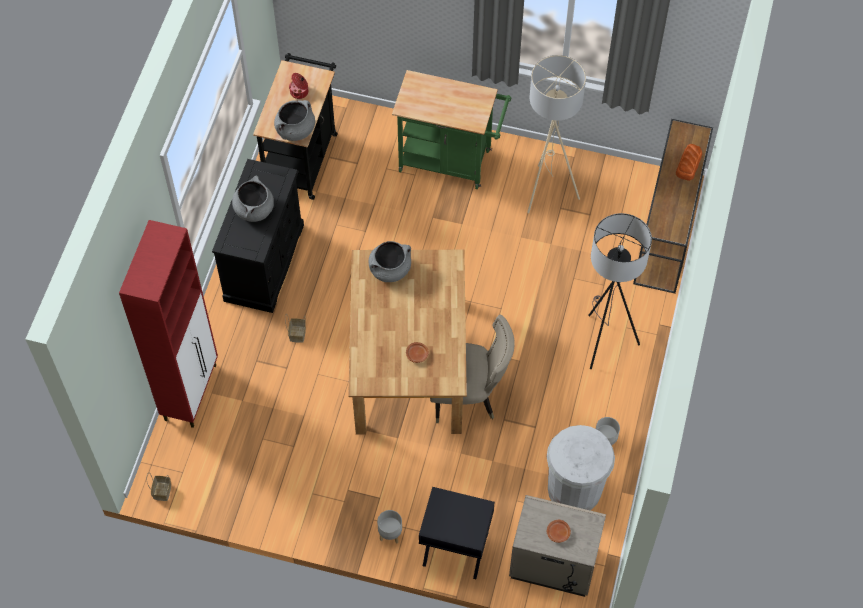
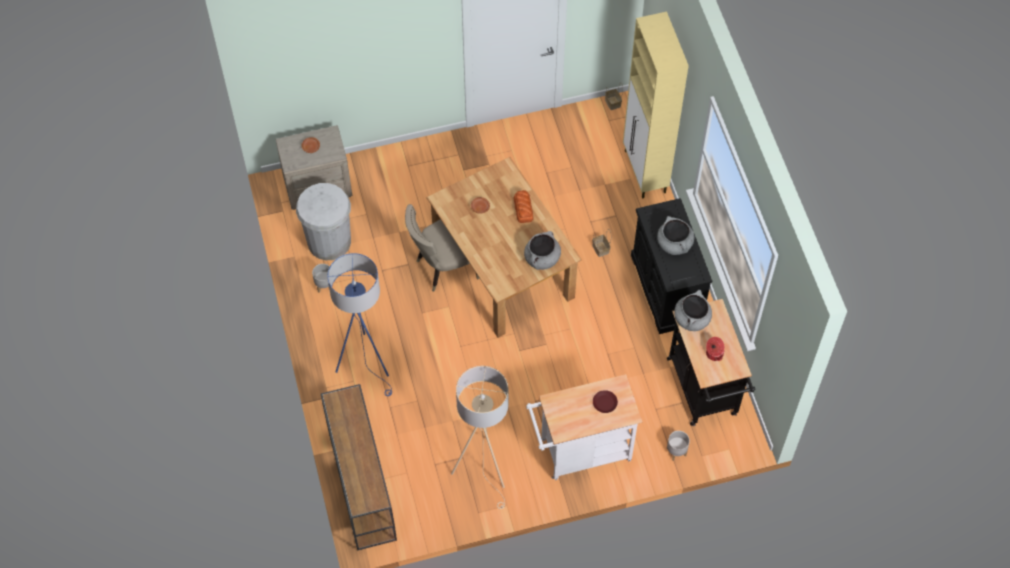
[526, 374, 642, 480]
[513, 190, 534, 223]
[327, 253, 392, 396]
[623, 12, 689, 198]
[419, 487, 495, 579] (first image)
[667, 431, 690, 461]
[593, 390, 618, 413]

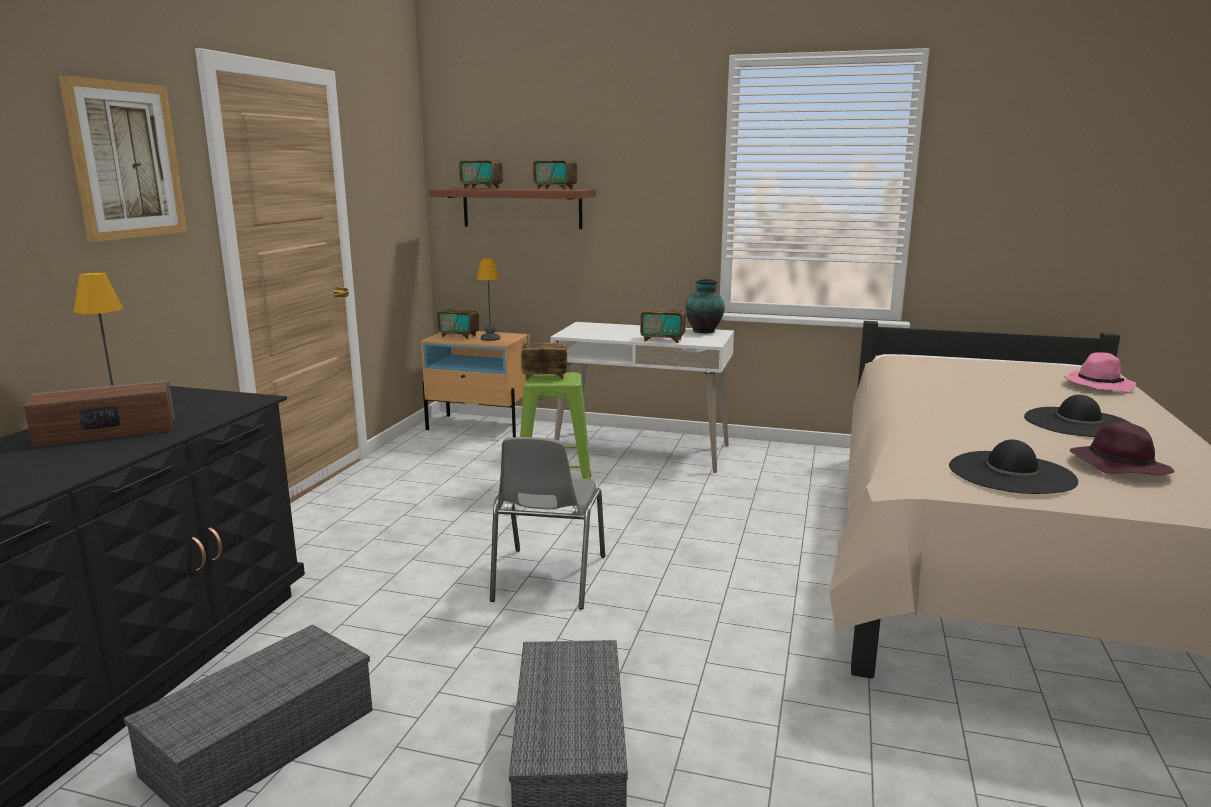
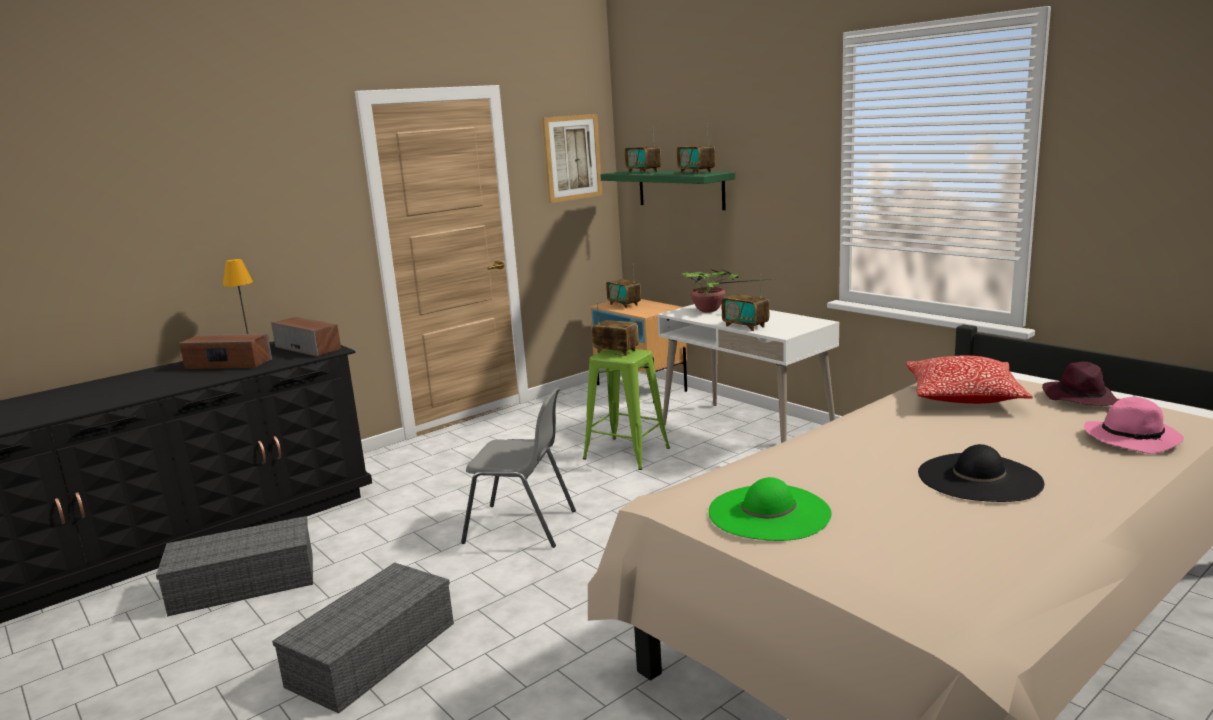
[542, 114, 603, 203]
[600, 170, 735, 210]
[477, 258, 501, 341] (first image)
[686, 279, 725, 333] (first image)
[1042, 362, 1119, 405]
[461, 388, 576, 548]
[709, 477, 832, 541]
[678, 269, 771, 313]
[271, 317, 341, 357]
[906, 355, 1033, 404]

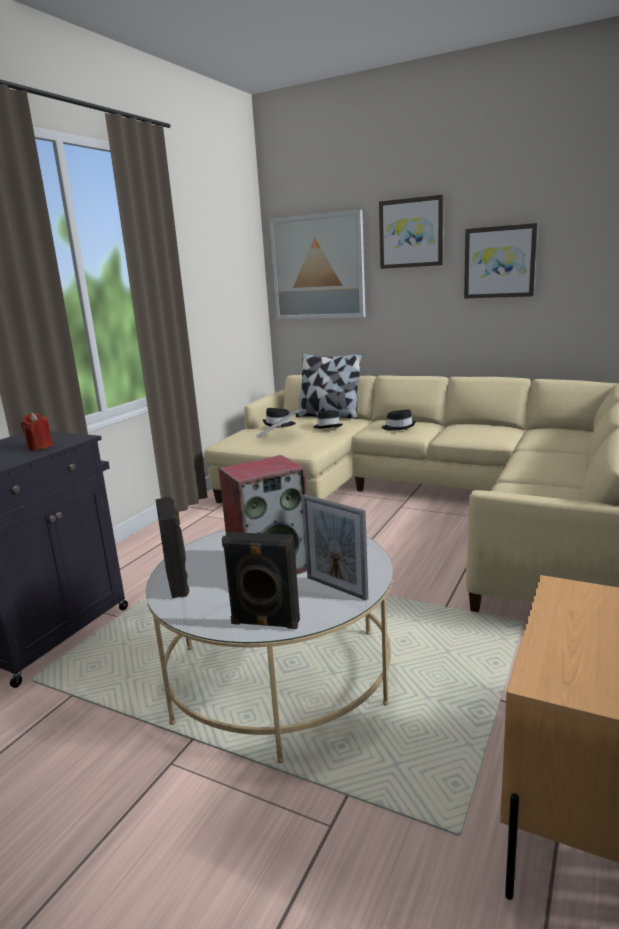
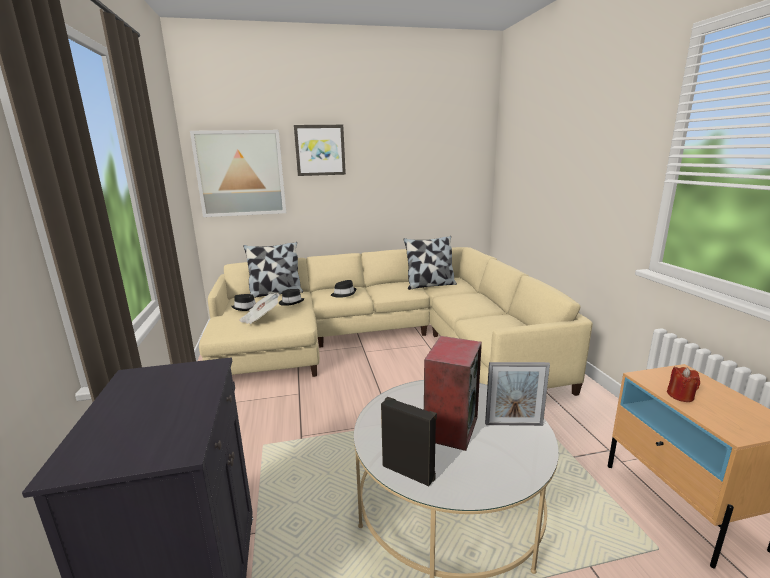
[464, 223, 538, 299] (first image)
[667, 366, 700, 402]
[222, 532, 300, 629] (first image)
[404, 236, 457, 290]

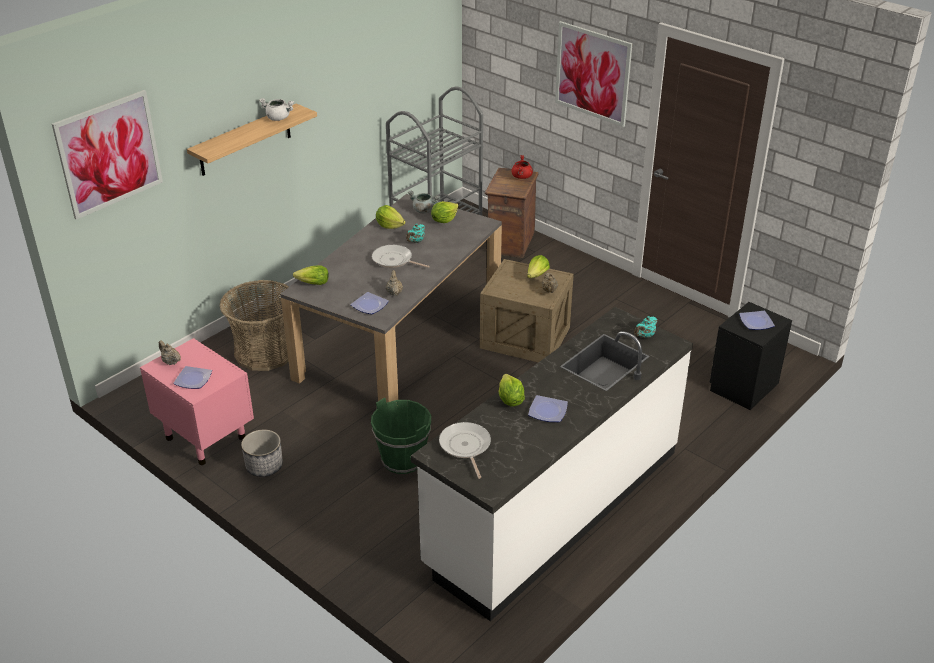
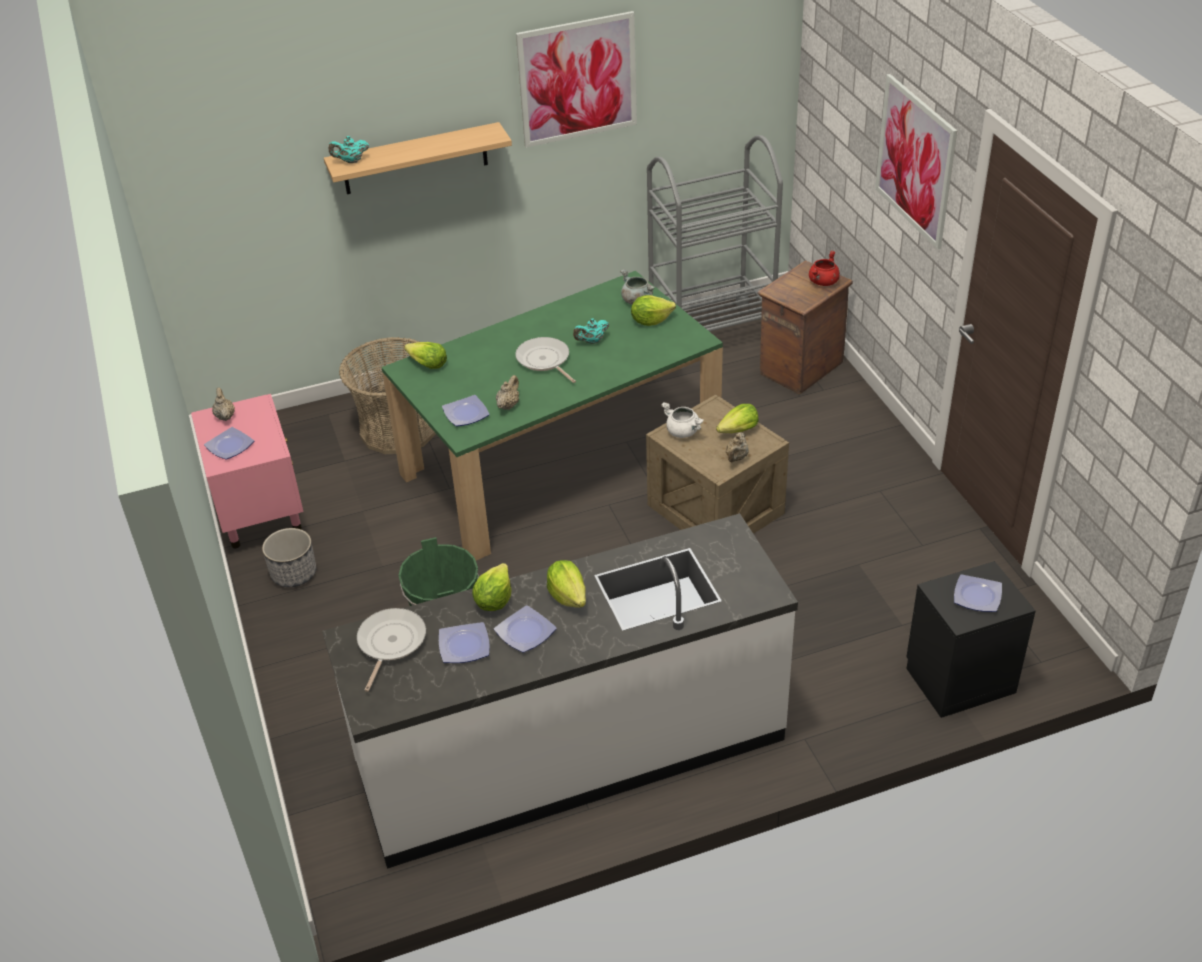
[516, 11, 637, 148]
[661, 402, 704, 438]
[381, 271, 723, 560]
[547, 560, 586, 608]
[329, 136, 369, 163]
[439, 622, 490, 663]

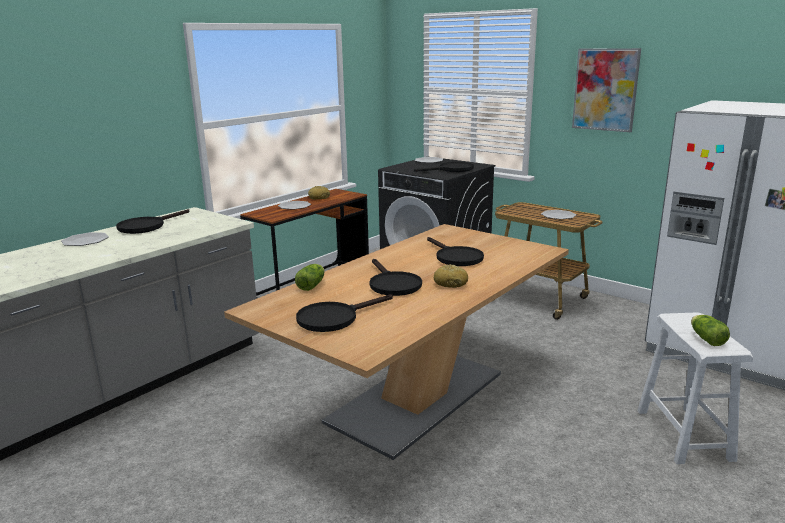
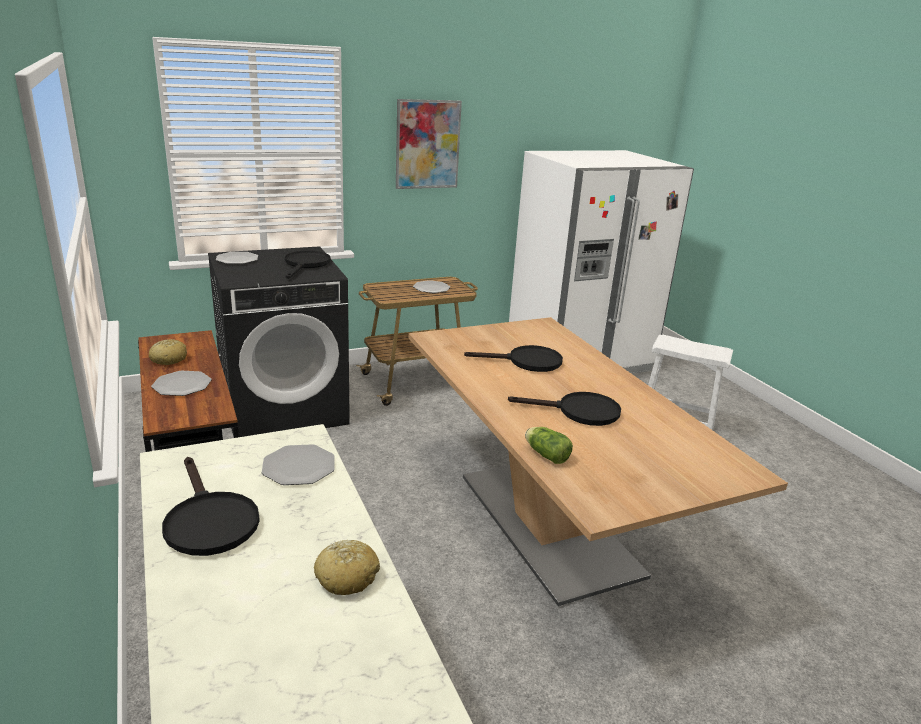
[262, 444, 335, 485]
[314, 540, 380, 595]
[296, 294, 393, 332] (first image)
[691, 315, 730, 346] (first image)

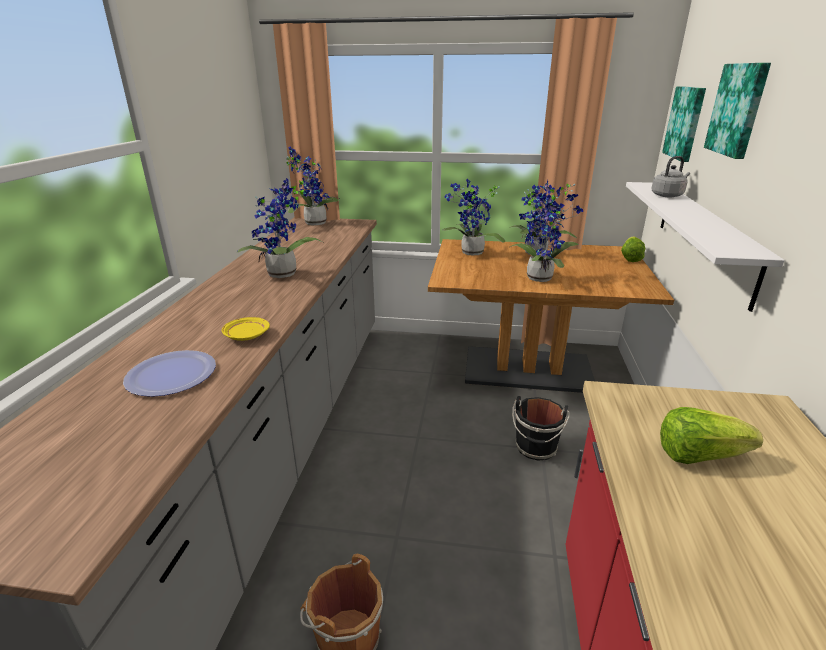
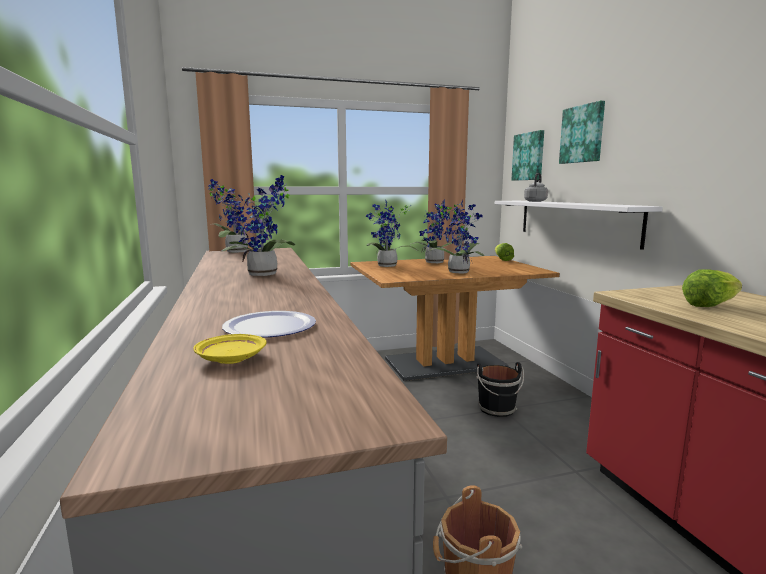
[194, 334, 267, 364]

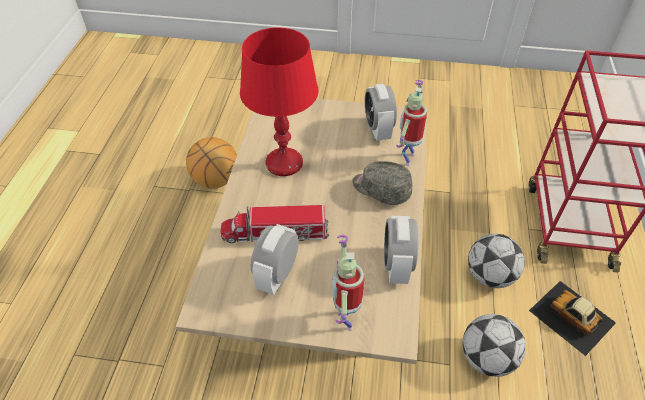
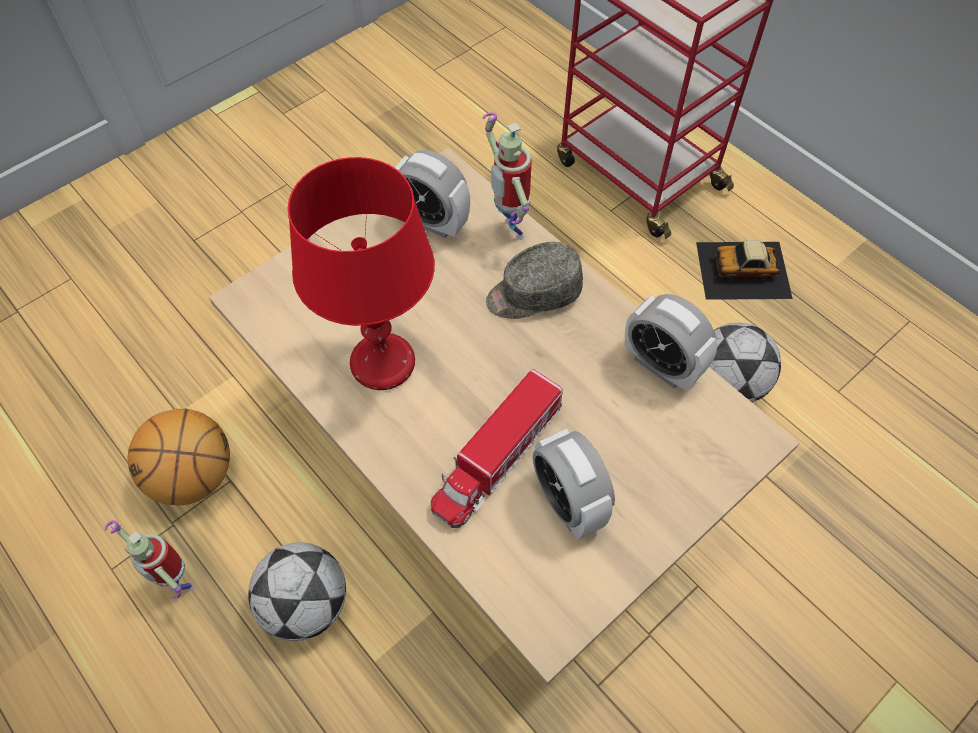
[248, 542, 346, 641]
[104, 520, 195, 599]

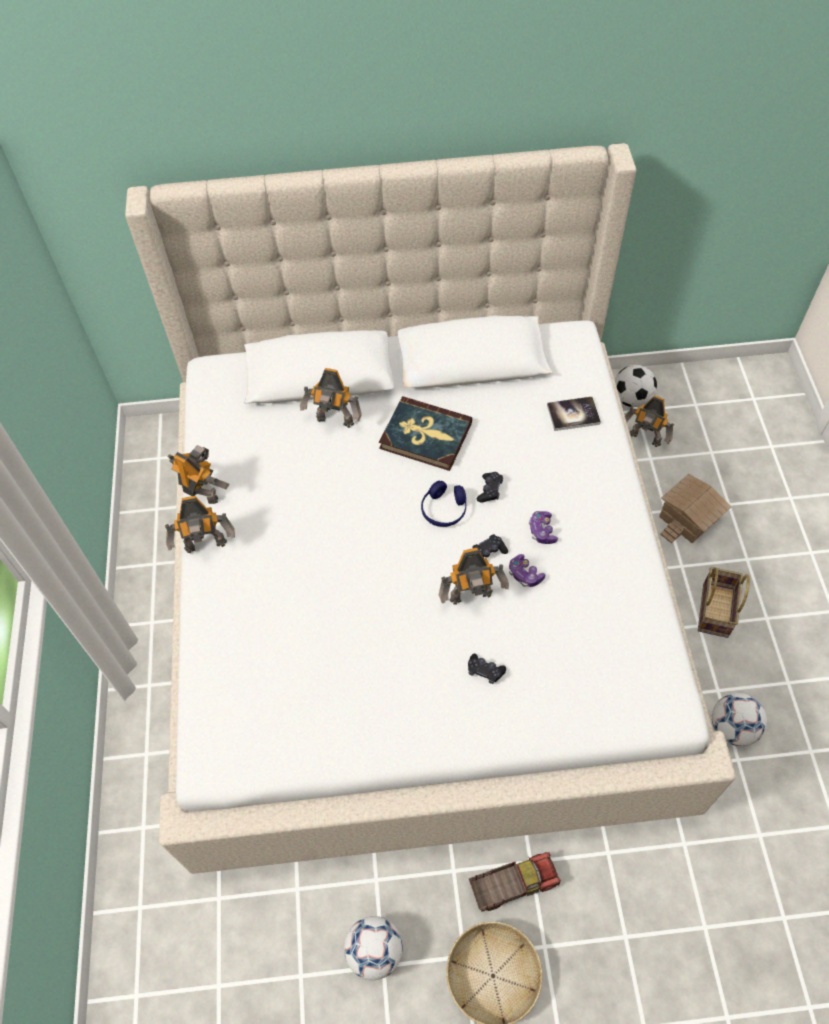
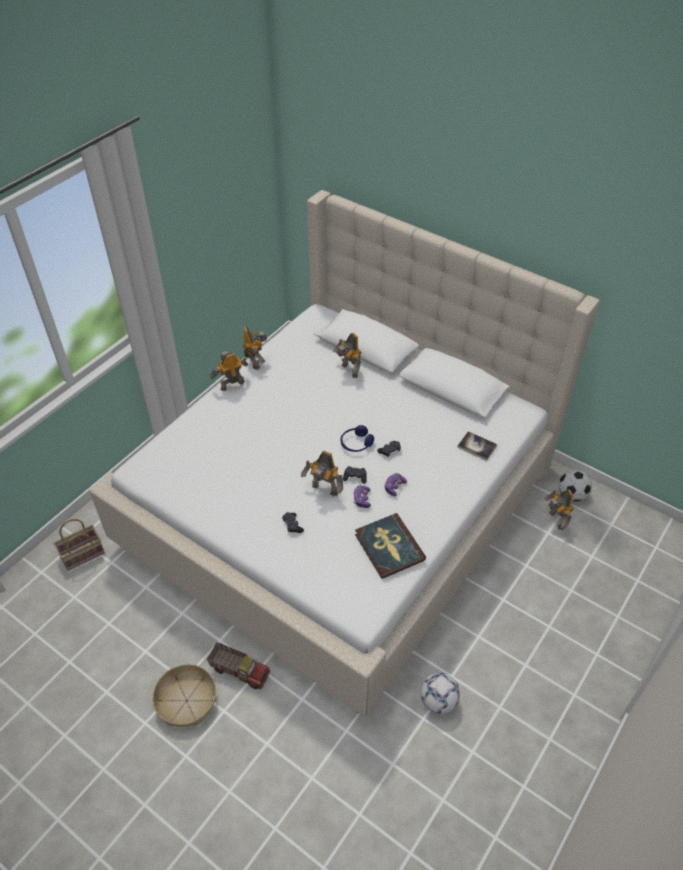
[355, 513, 426, 579]
[659, 474, 731, 543] (first image)
[209, 351, 248, 391]
[53, 519, 105, 571]
[344, 916, 403, 980] (first image)

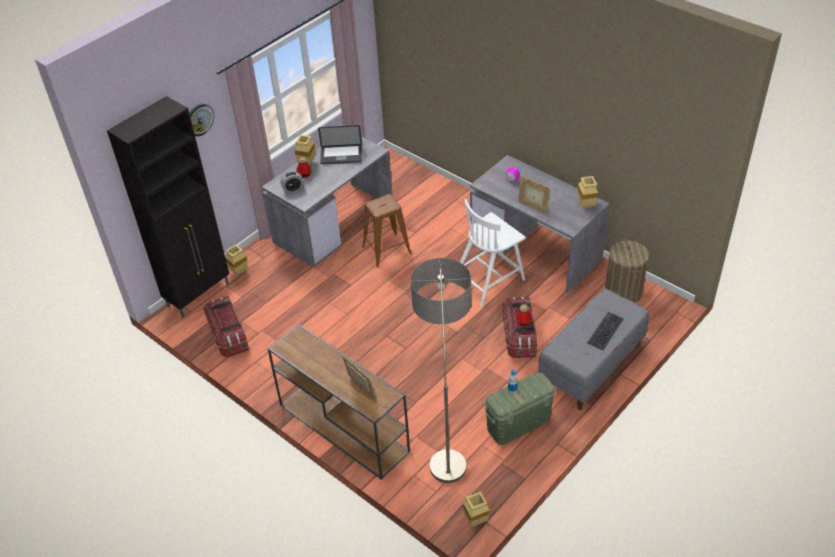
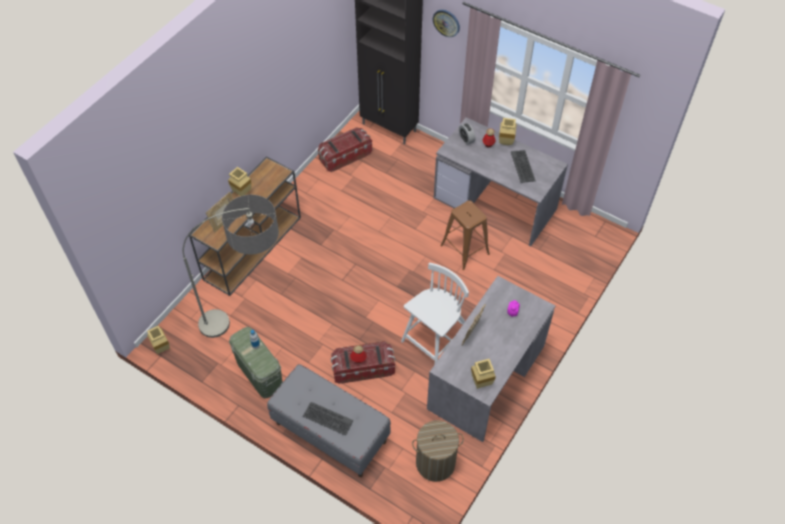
[511, 150, 536, 183]
[401, 263, 469, 363]
[228, 167, 251, 196]

